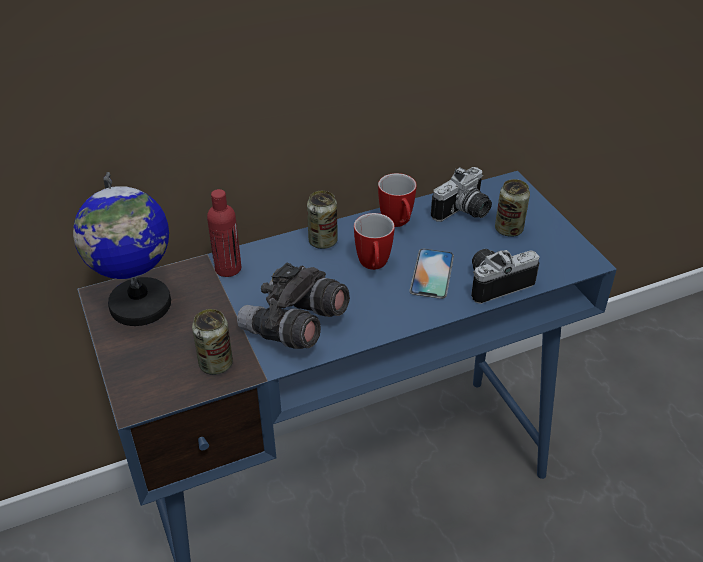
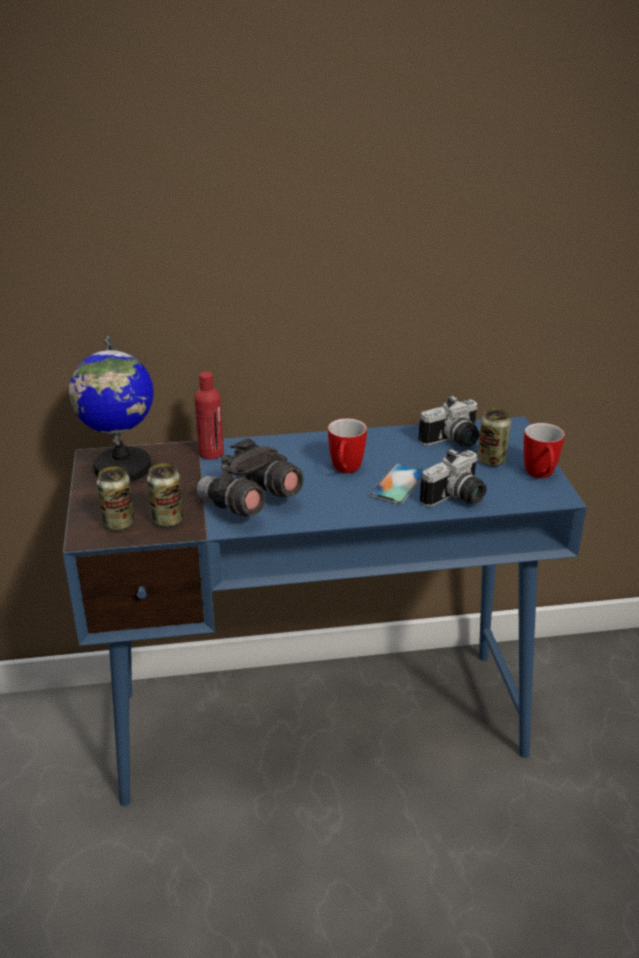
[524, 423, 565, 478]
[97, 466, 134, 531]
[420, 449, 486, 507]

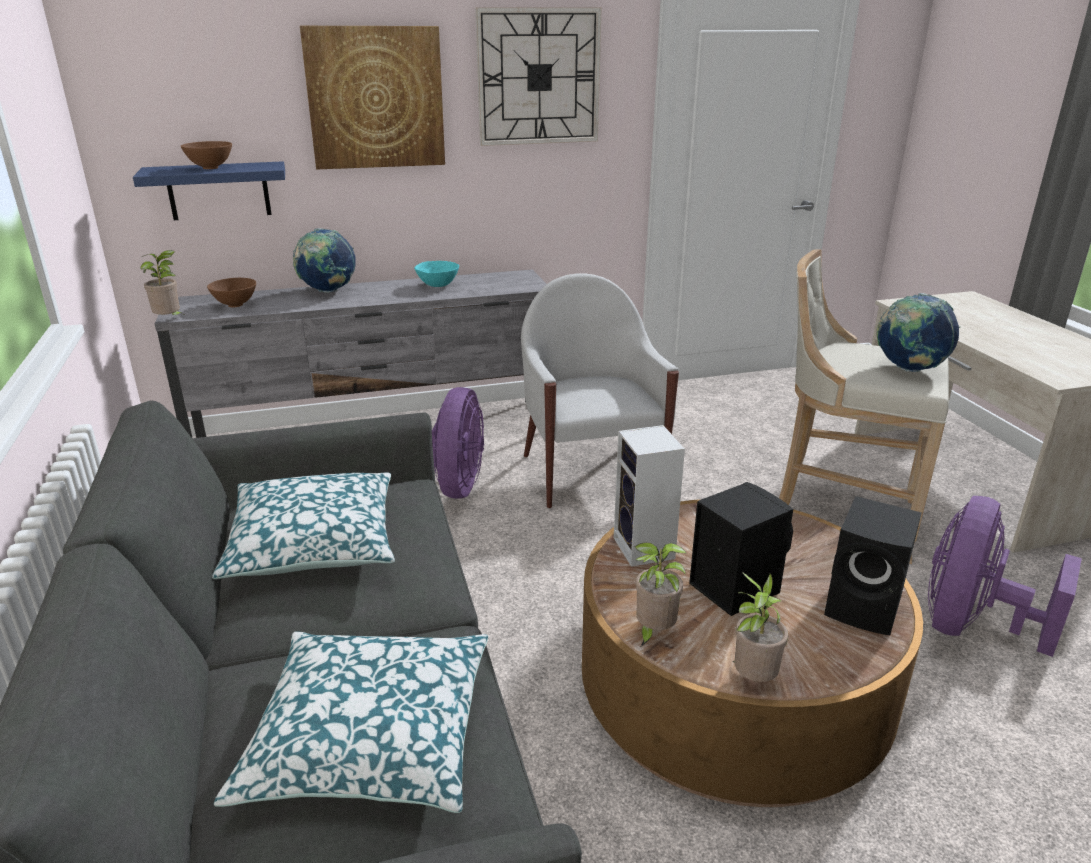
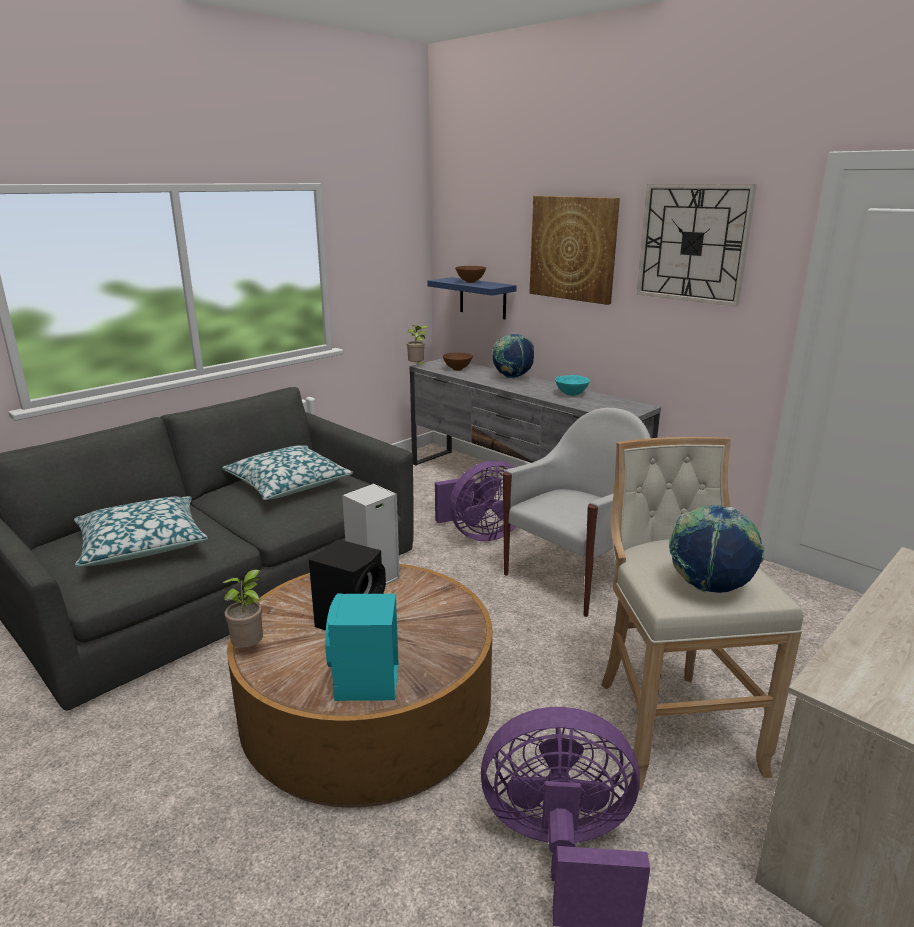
[325, 594, 399, 701]
[634, 542, 687, 647] (first image)

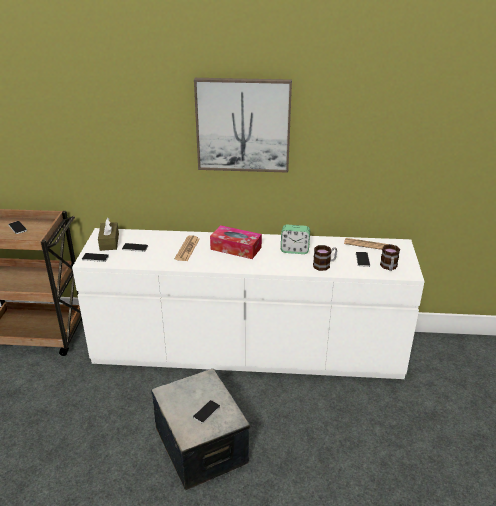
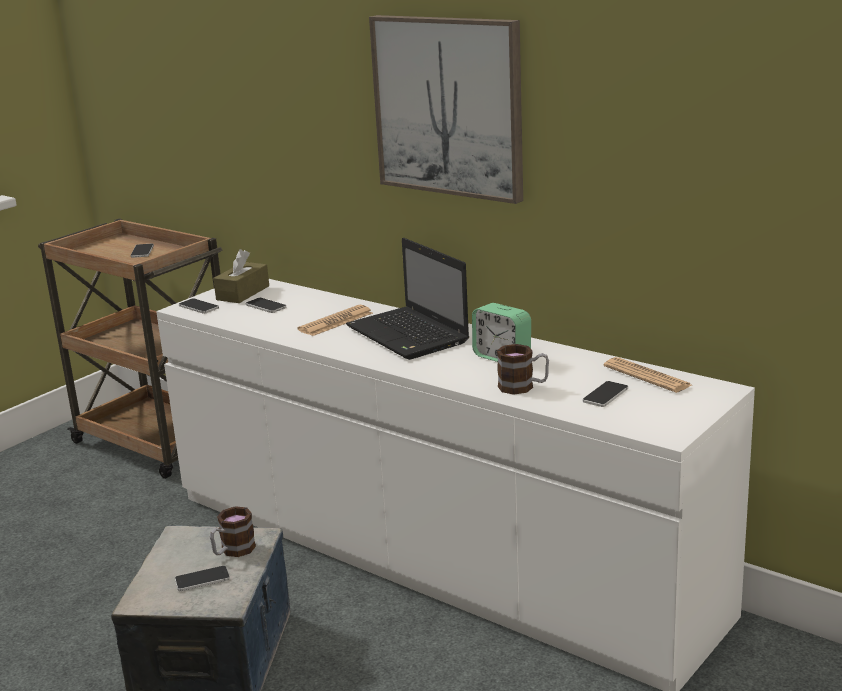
[346, 238, 469, 360]
[210, 506, 256, 557]

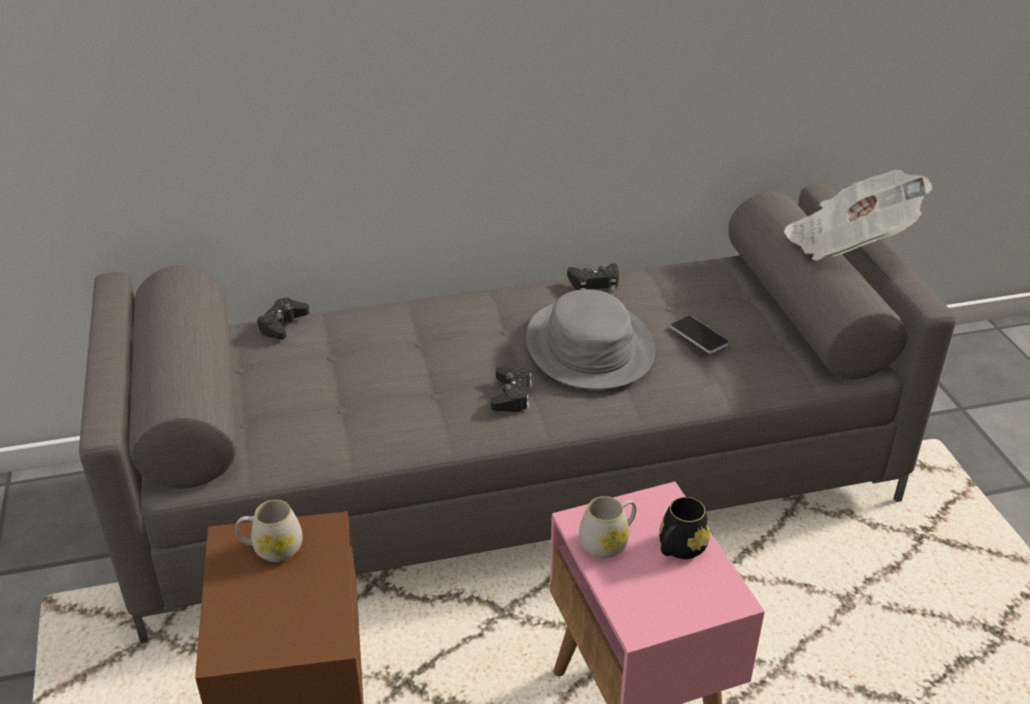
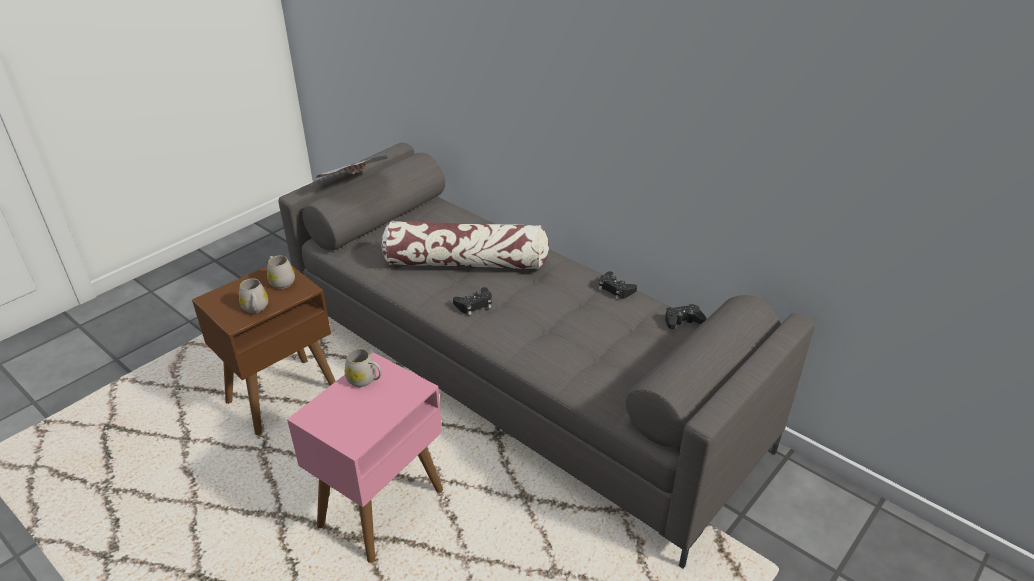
[316, 156, 387, 178]
[526, 289, 655, 389] (first image)
[665, 304, 707, 329]
[670, 316, 729, 353] (first image)
[659, 497, 710, 559] (first image)
[381, 221, 549, 270]
[239, 279, 268, 313]

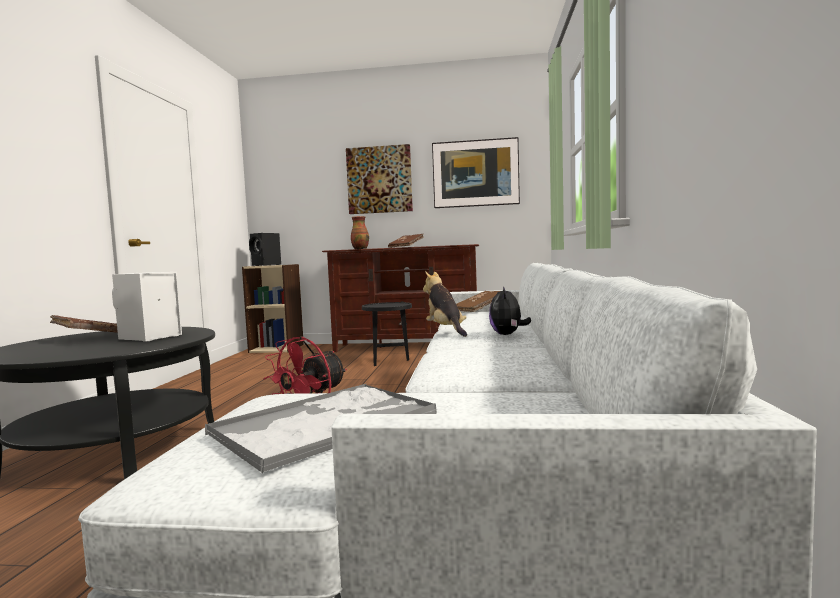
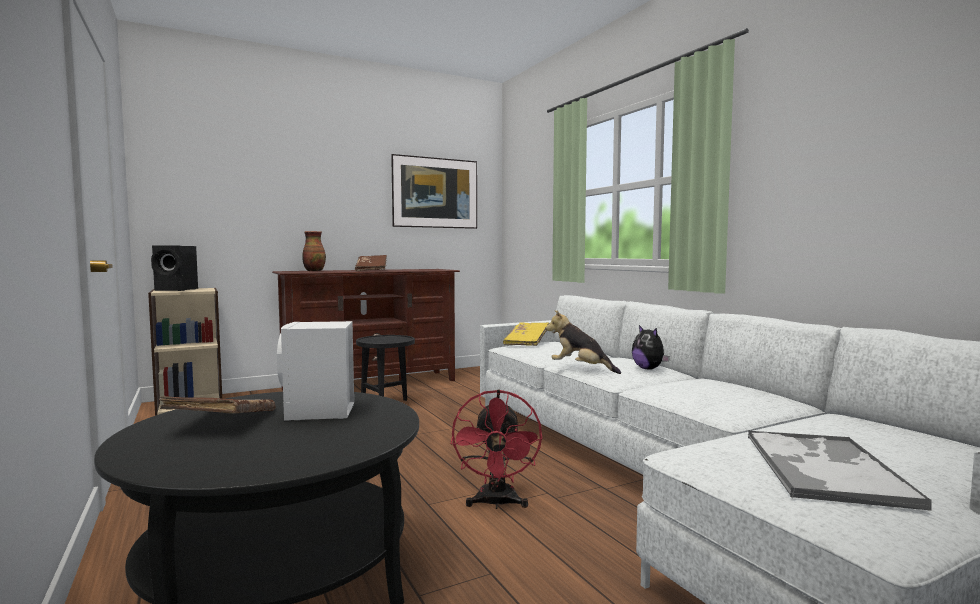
[346, 144, 413, 214] (first image)
[503, 322, 549, 346]

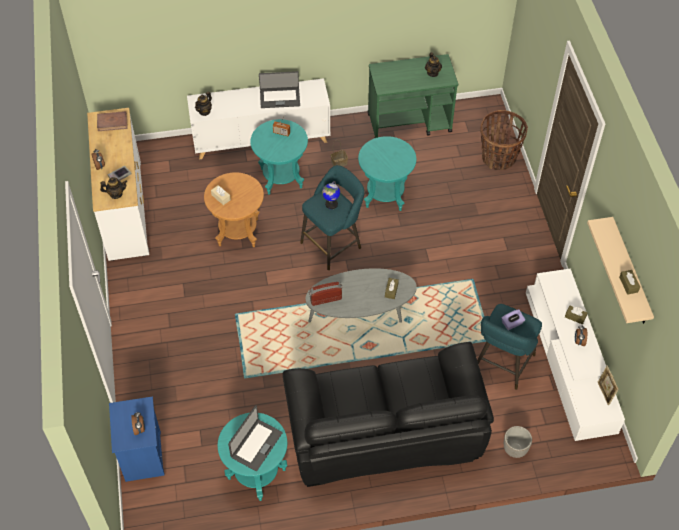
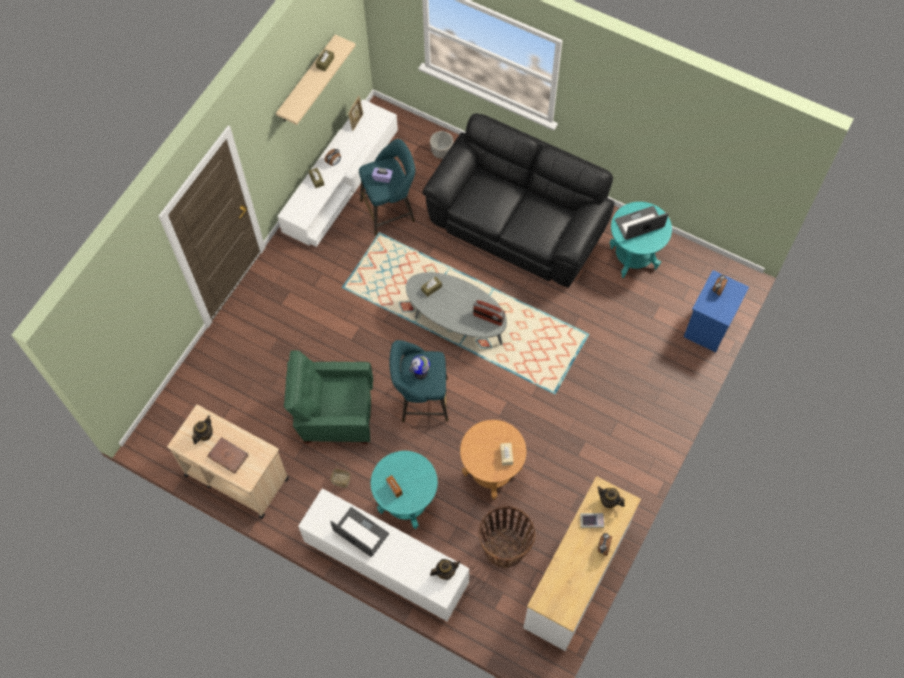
[167, 405, 289, 519]
[478, 506, 536, 568]
[207, 437, 249, 474]
[284, 350, 373, 444]

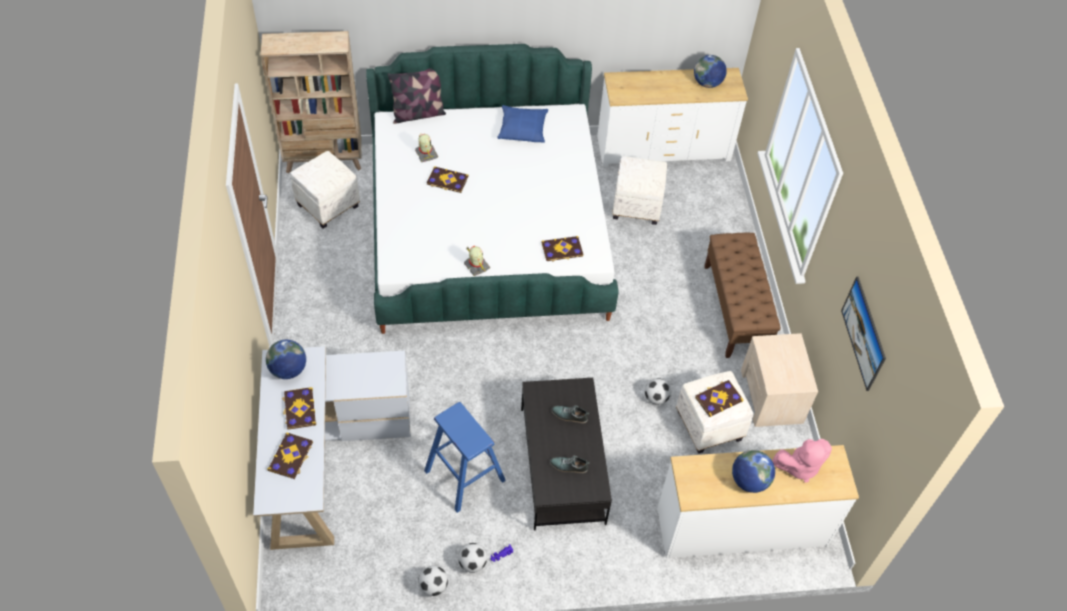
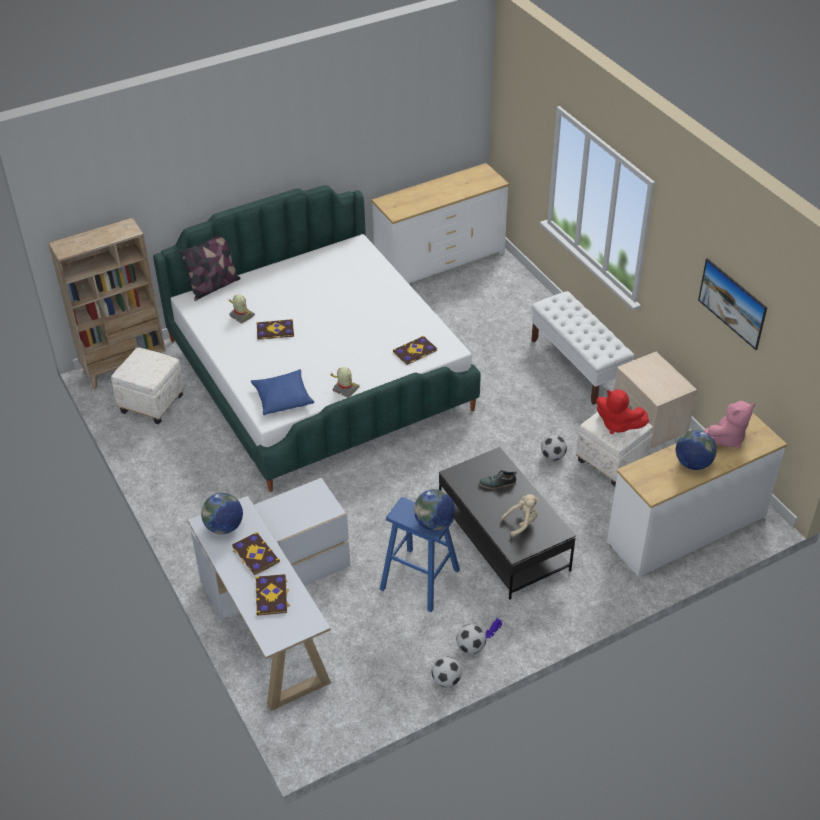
[414, 489, 455, 531]
[251, 369, 314, 415]
[612, 156, 667, 225] (first image)
[531, 291, 635, 405]
[596, 389, 649, 434]
[501, 494, 539, 537]

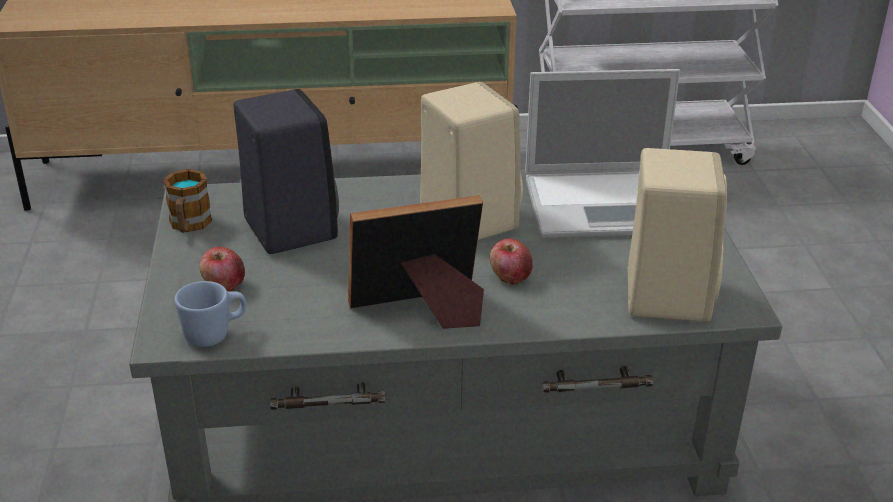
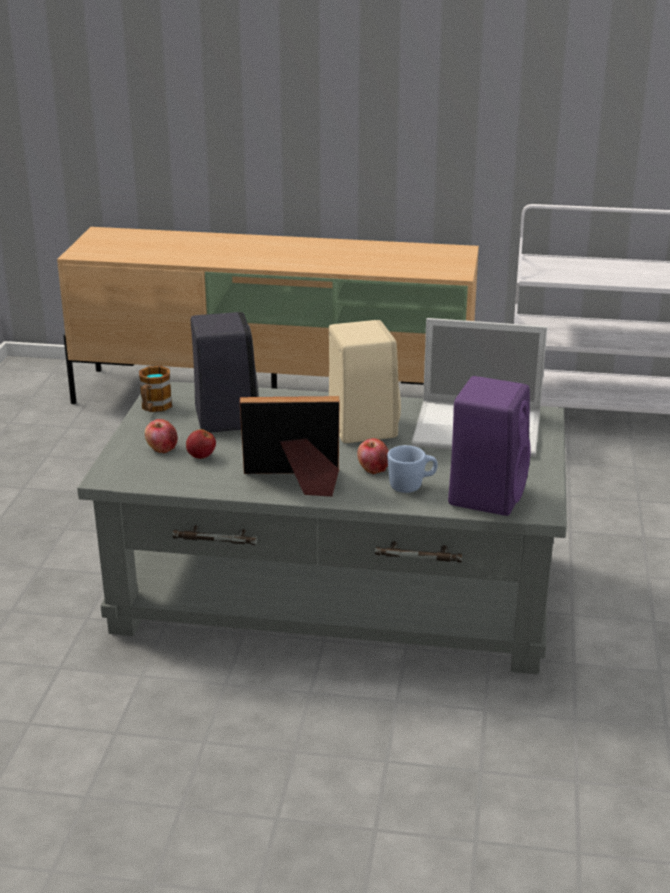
[448, 376, 530, 516]
[387, 445, 438, 493]
[186, 429, 216, 459]

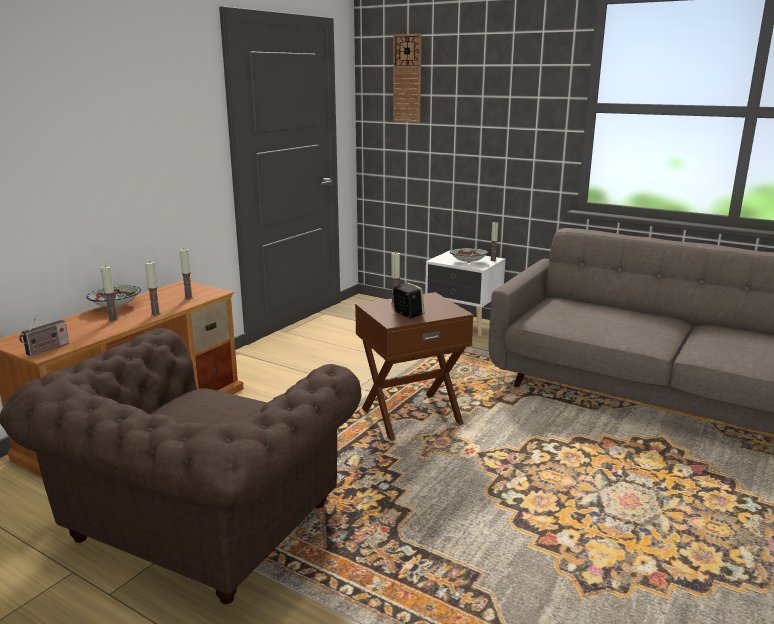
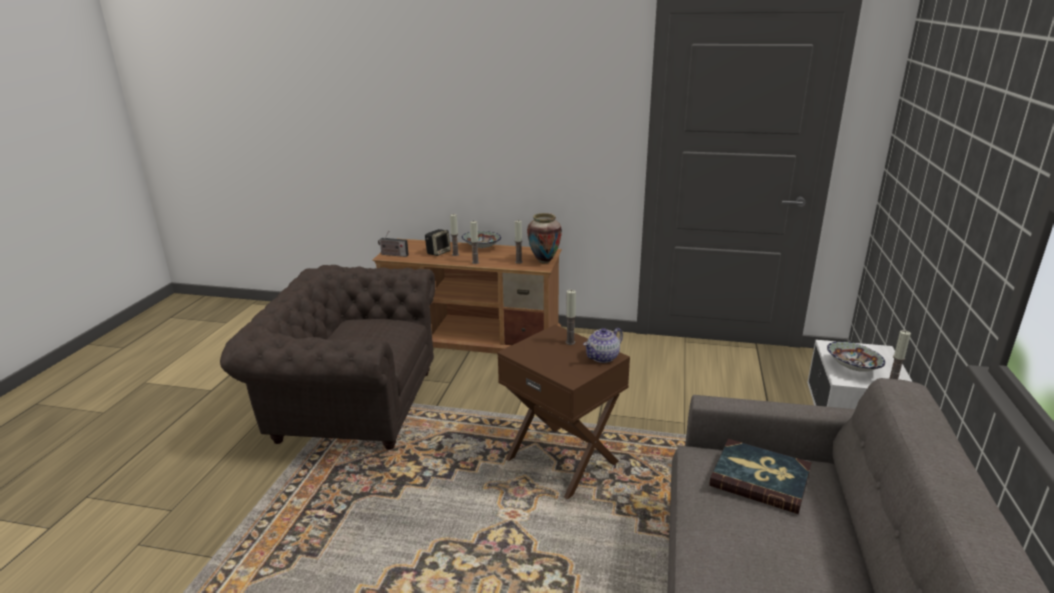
[393, 34, 422, 122] (first image)
[425, 229, 451, 256]
[527, 213, 562, 263]
[583, 328, 623, 363]
[709, 439, 812, 514]

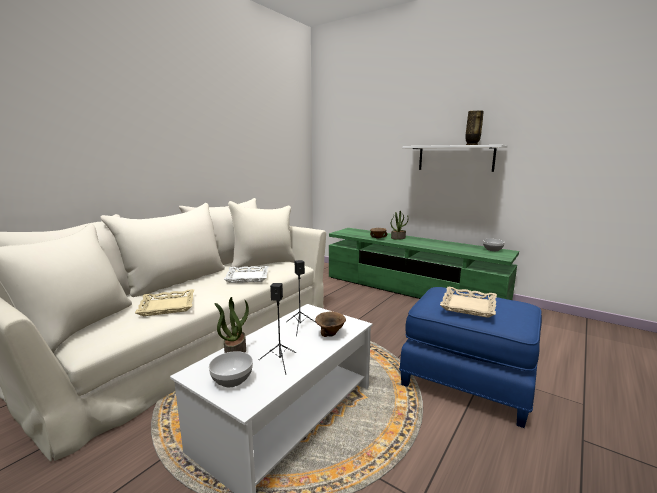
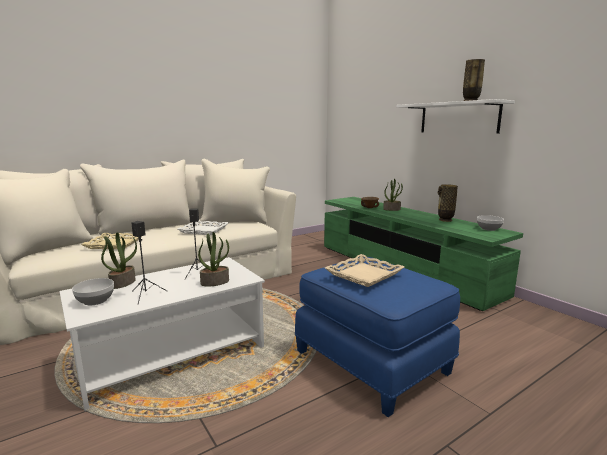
[198, 232, 229, 287]
[438, 184, 458, 222]

